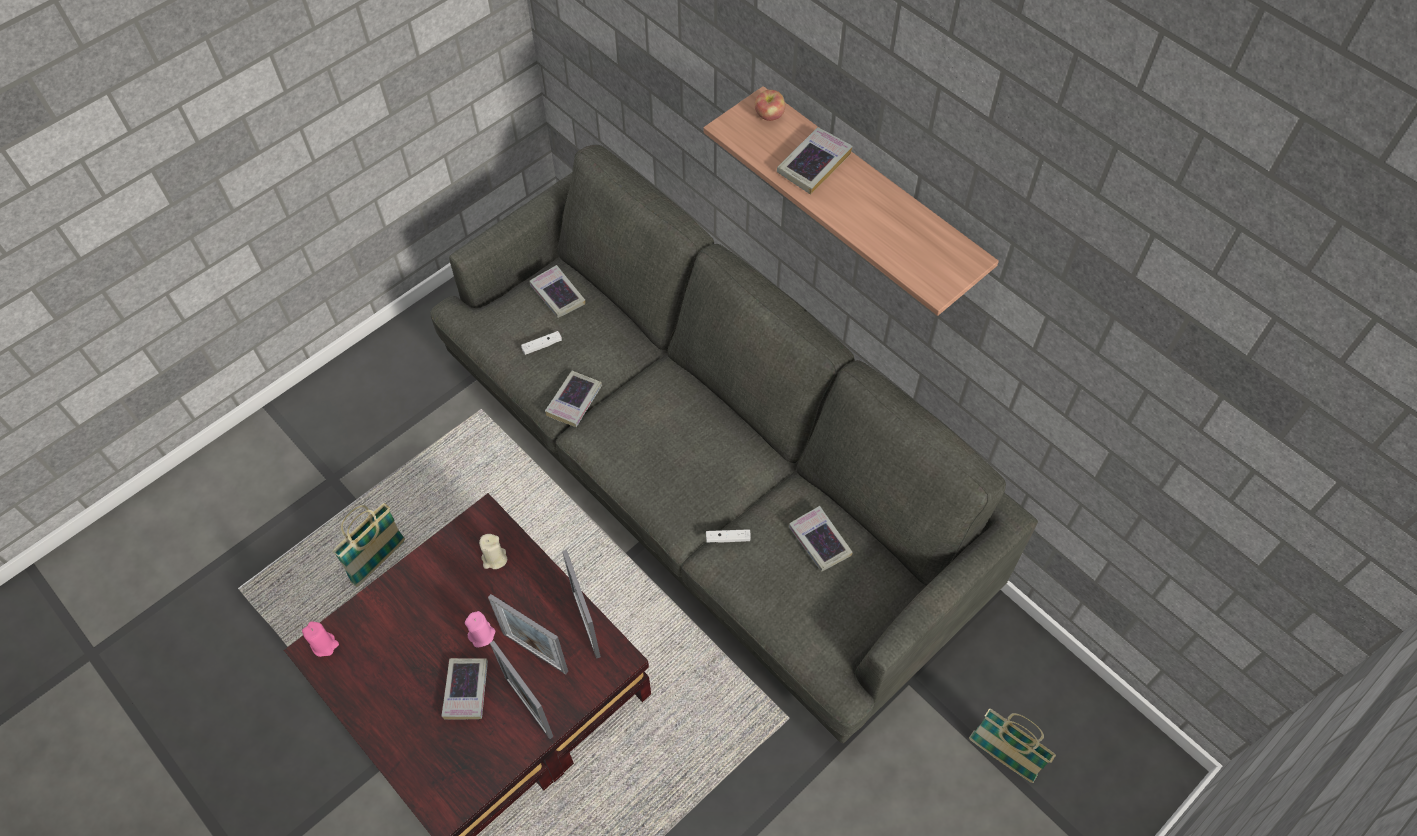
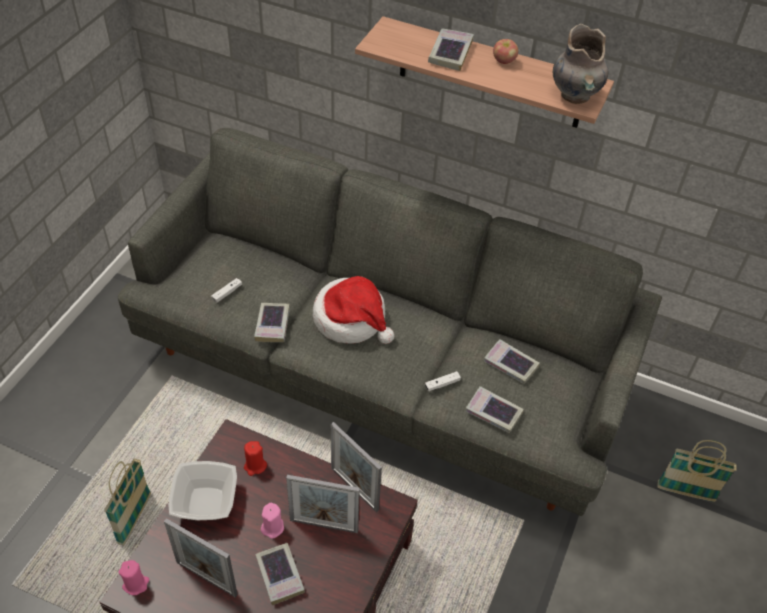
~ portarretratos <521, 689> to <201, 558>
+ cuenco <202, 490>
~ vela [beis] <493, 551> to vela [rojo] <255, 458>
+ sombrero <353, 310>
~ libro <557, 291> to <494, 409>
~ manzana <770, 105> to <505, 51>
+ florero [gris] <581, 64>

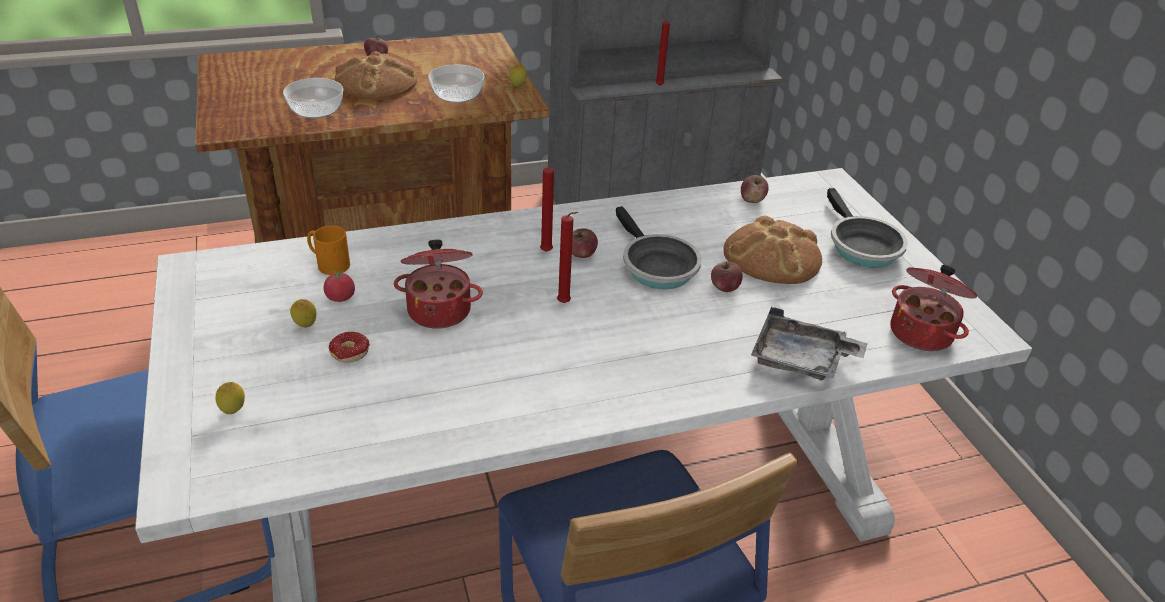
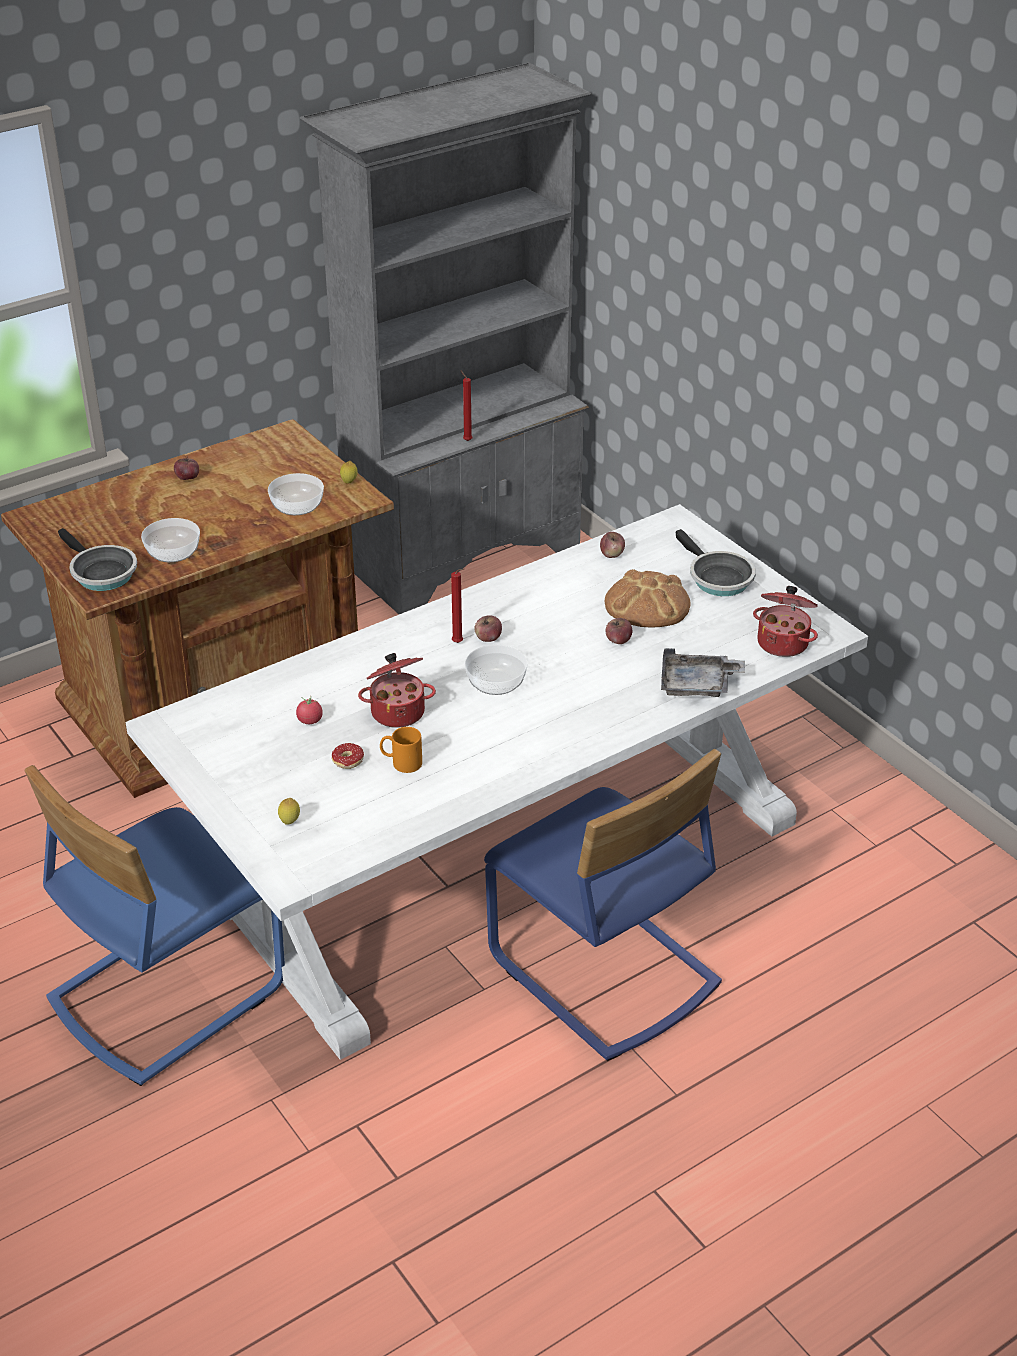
~ sartén <659, 247> to <97, 559>
~ taza grande [naranja] <328, 250> to <401, 750>
~ vela [rojo] <568, 257> to cuenco <496, 670>
- limón <303, 313>
- pan <376, 75>

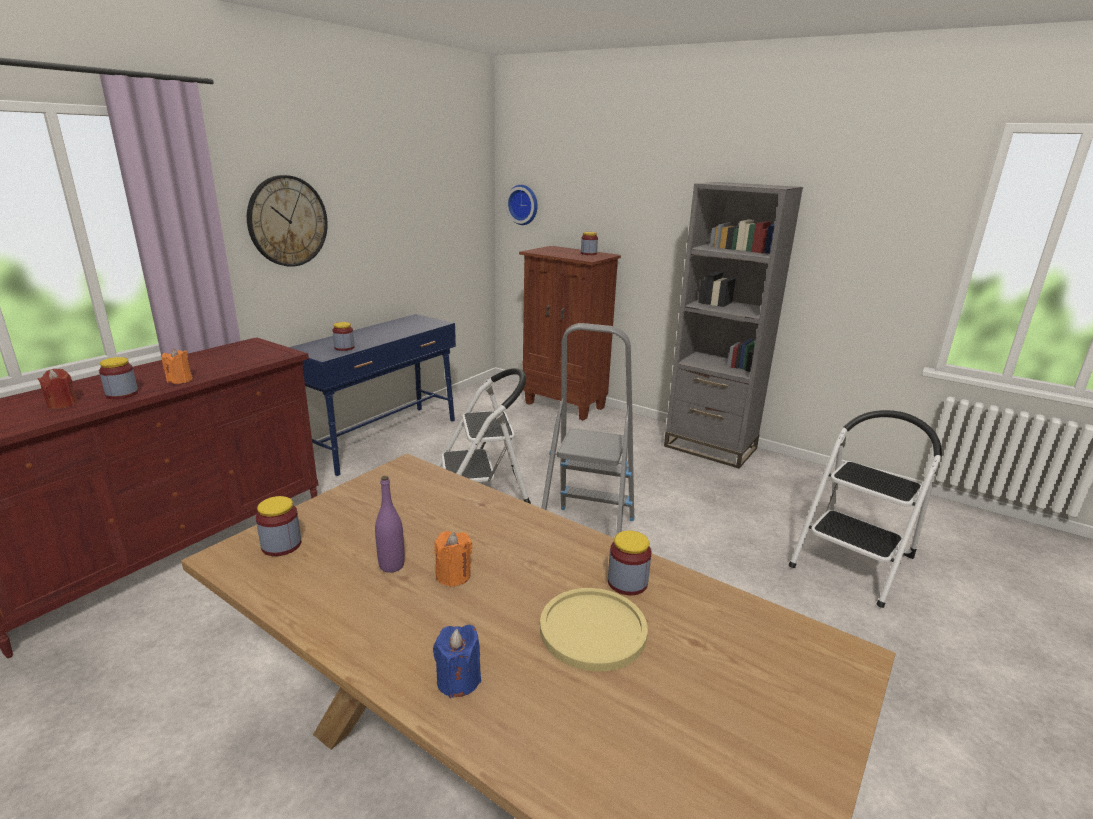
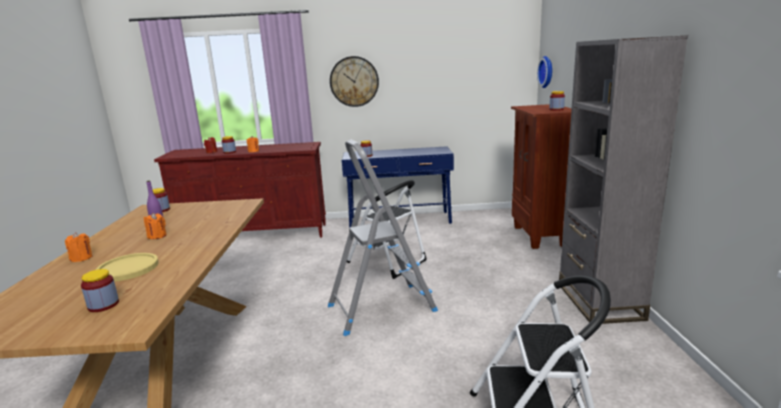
~ vela [azul] <457, 661> to vela [naranja] <78, 247>
~ tarro <629, 562> to <100, 290>

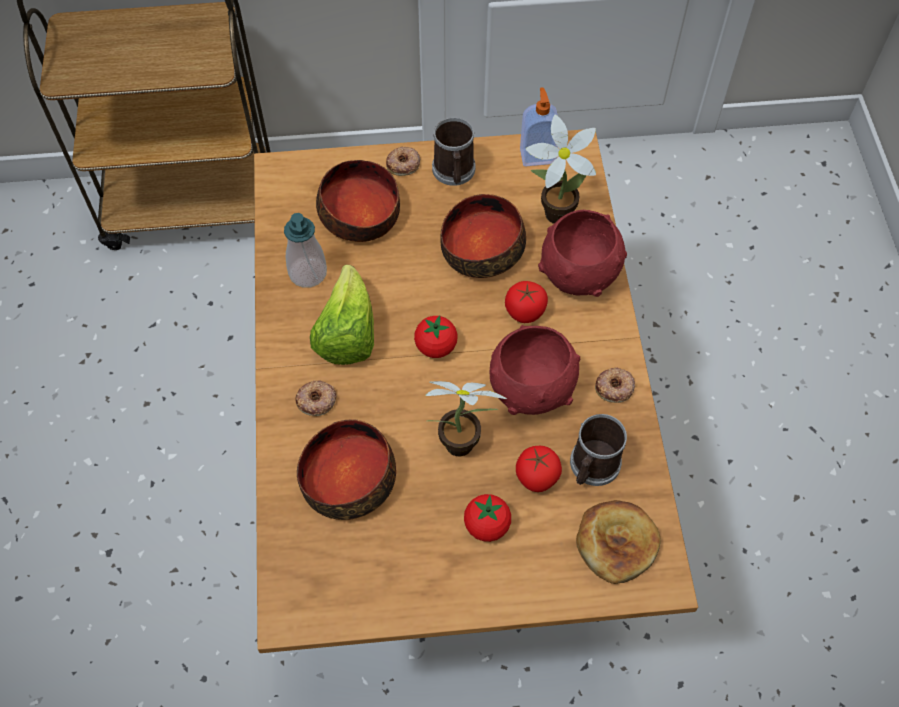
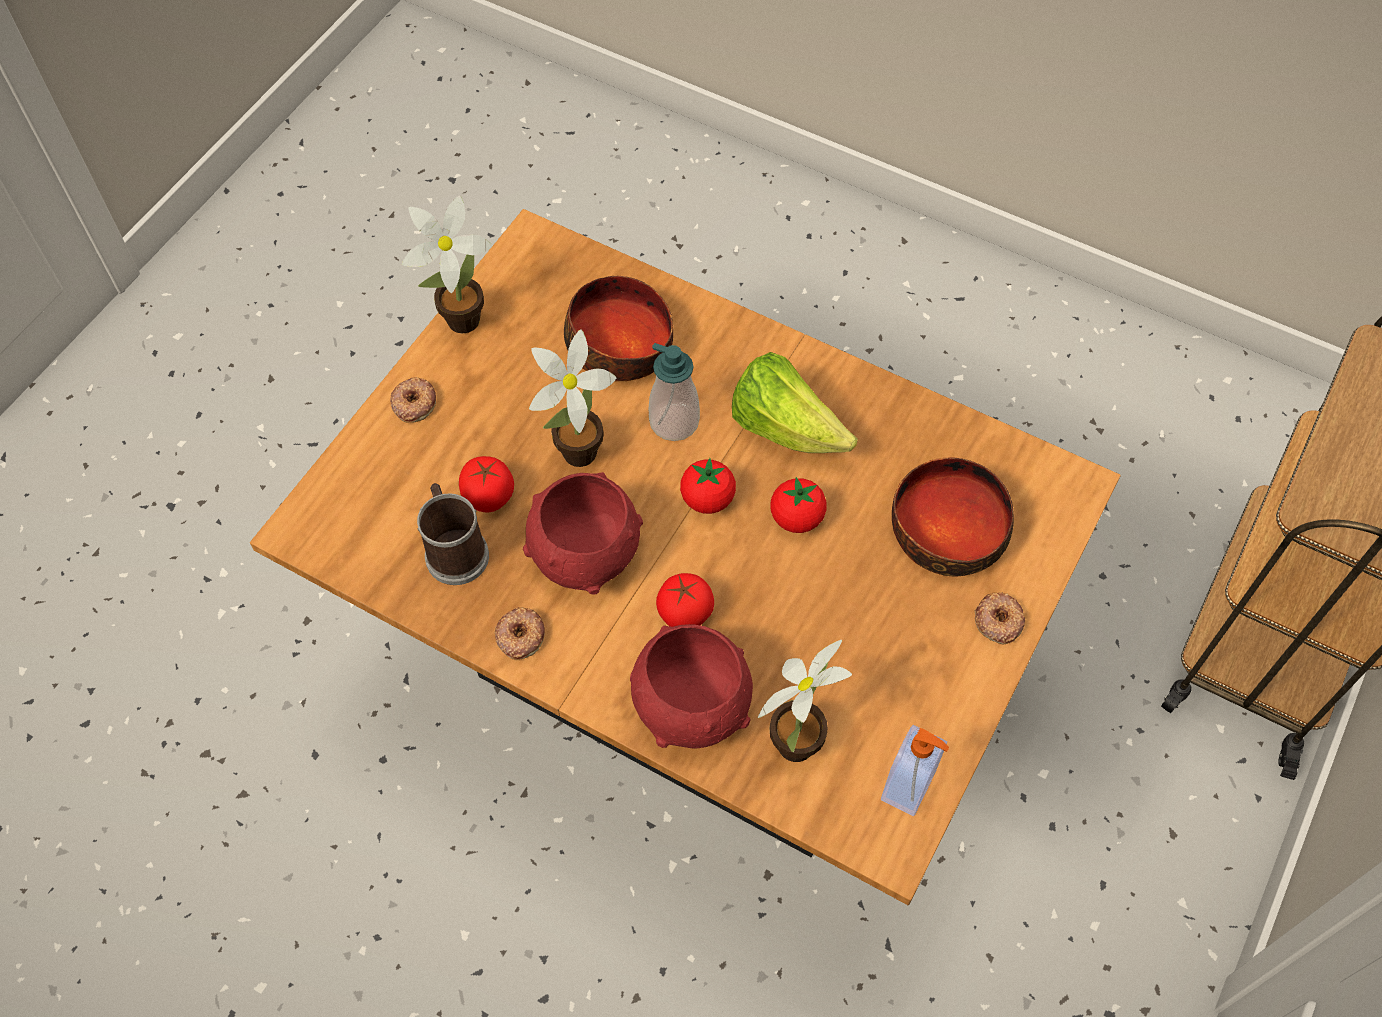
~ rosquilla <315, 398> to <413, 400>
+ planta en maceta <447, 264>
~ dispensador de jabón <305, 250> to <674, 392>
~ tomate <487, 518> to <798, 505>
- taza grande <453, 152>
- cuenco <483, 236>
- pan <618, 542>

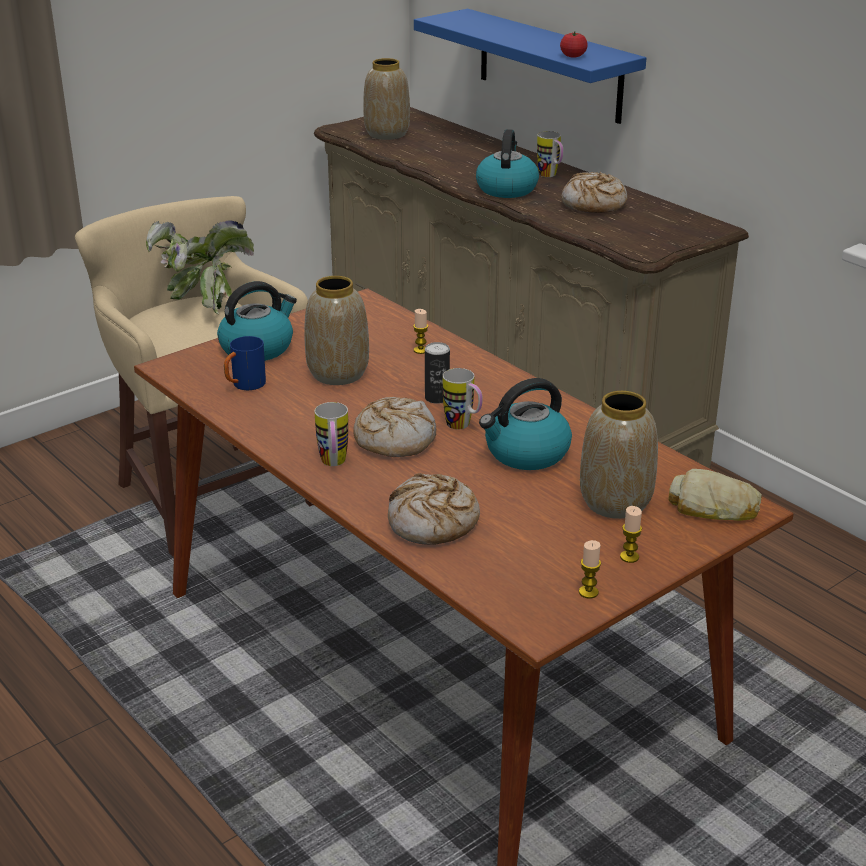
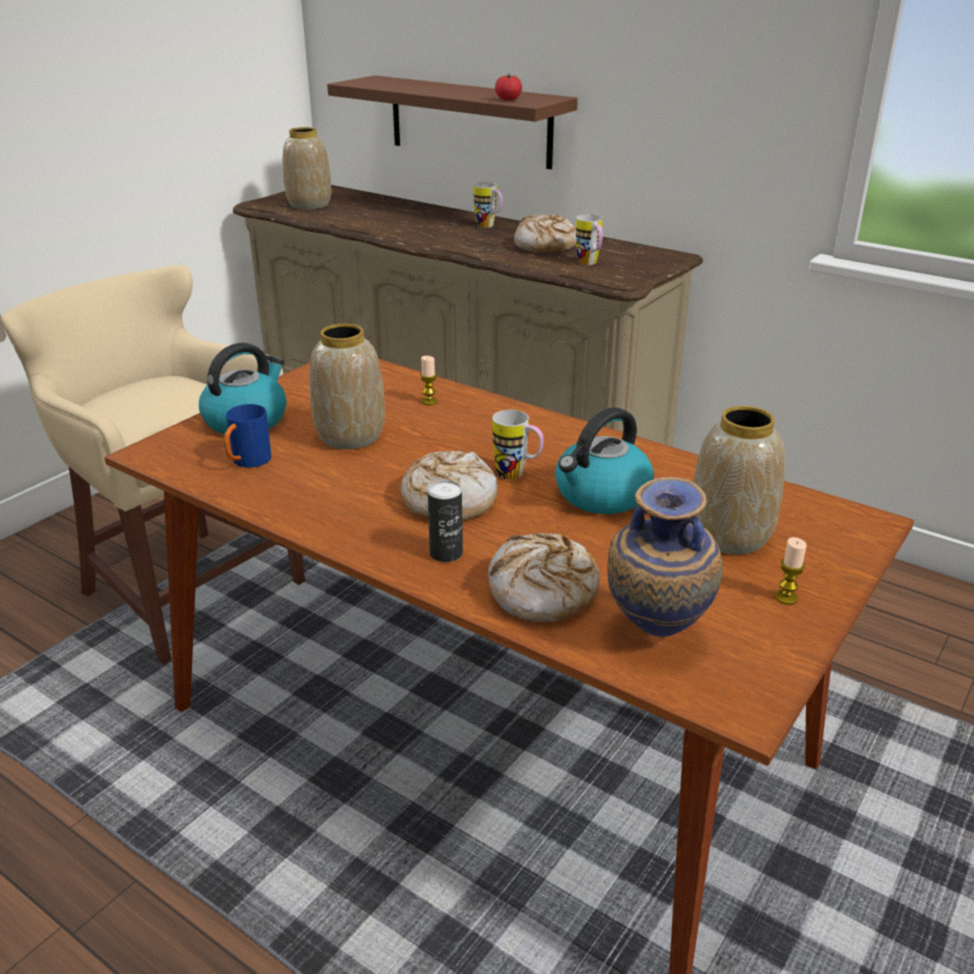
~ estante [azul] <530, 66> to estante [marrón] <452, 122>
~ lata <437, 373> to <445, 521>
~ taza grande <331, 434> to <589, 239>
+ florero <665, 557>
- planta en maceta <200, 267>
- hervidor <507, 163>
- vela <590, 569>
- pan <715, 495>

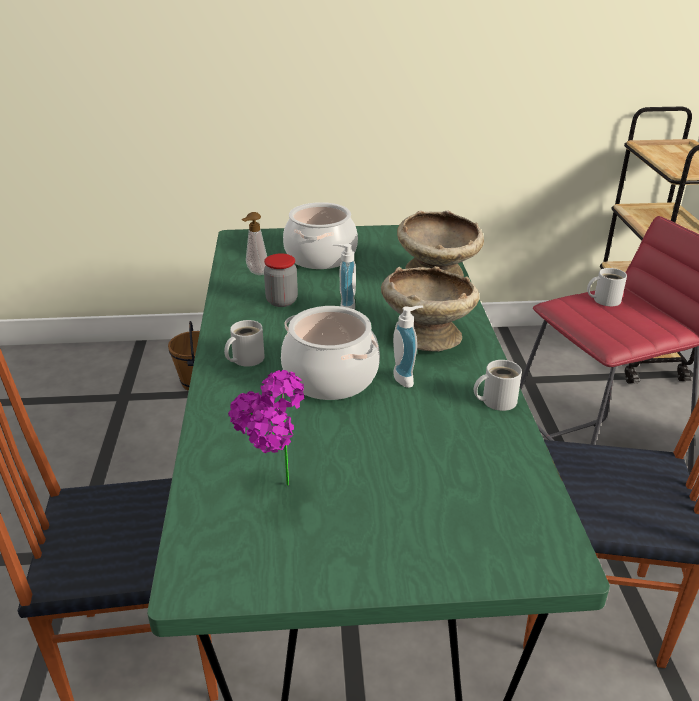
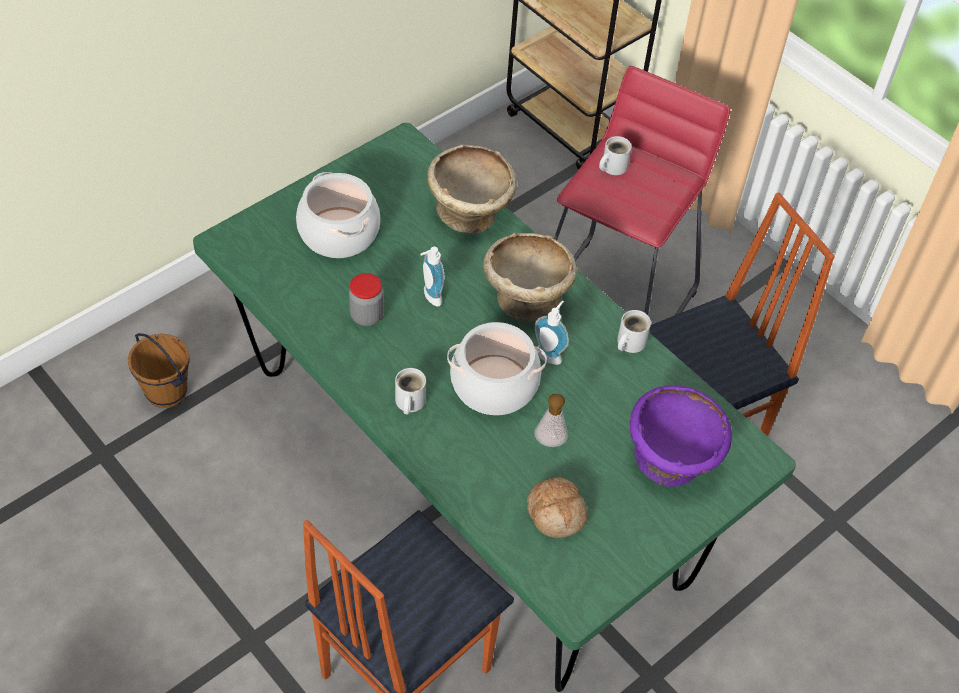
~ planta en maceta <266, 428> to pan <557, 508>
~ dispensador de jabón <254, 243> to <551, 420>
+ cuenco [morado] <681, 436>

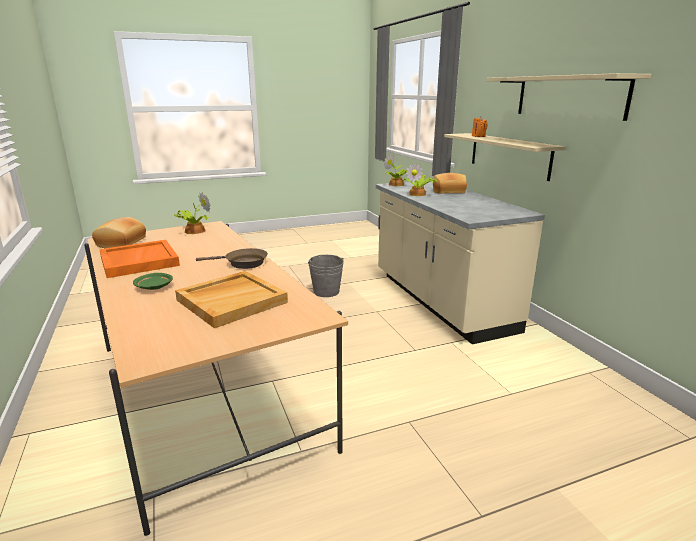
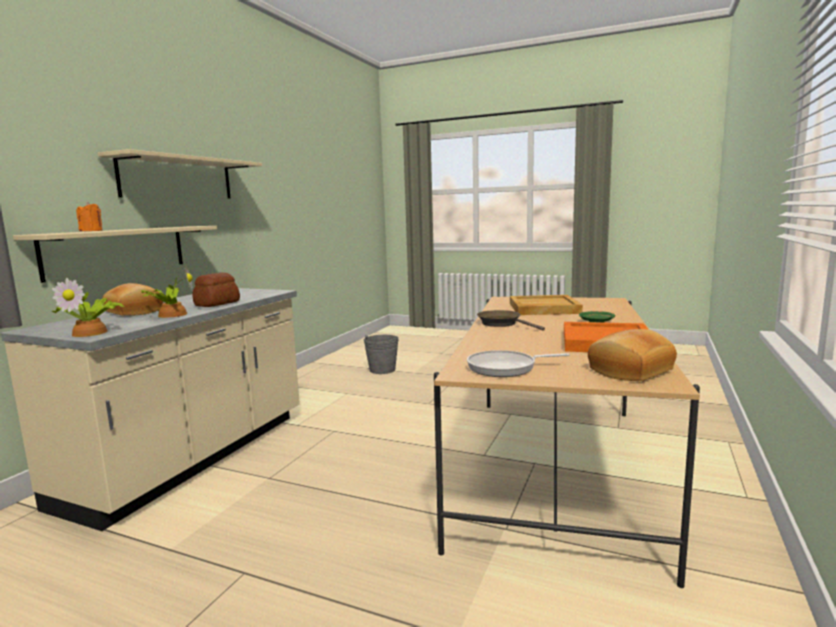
+ pan <216, 290>
~ cubo [gris] <326, 276> to <381, 354>
~ planta en maceta <192, 213> to sartén <518, 363>

